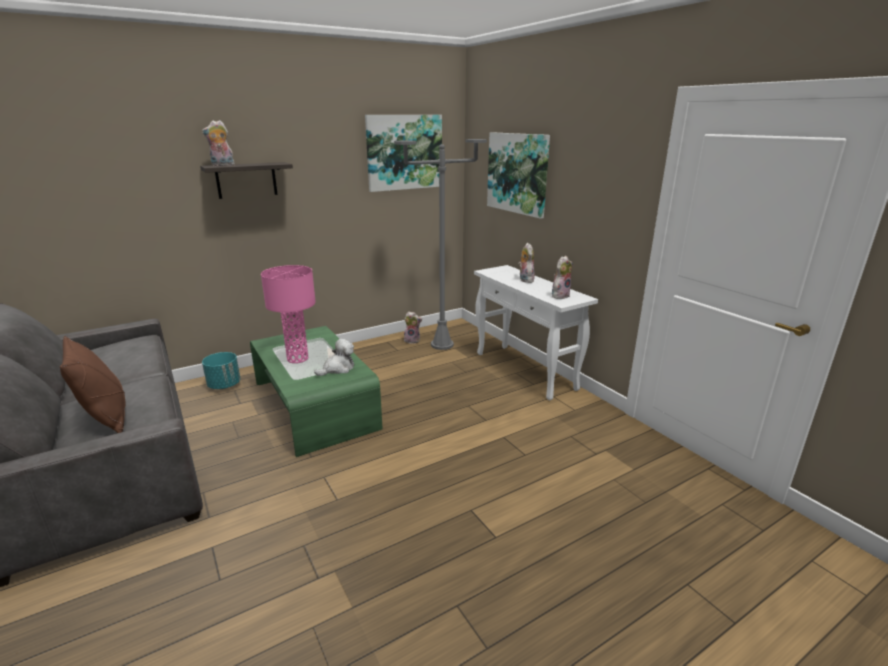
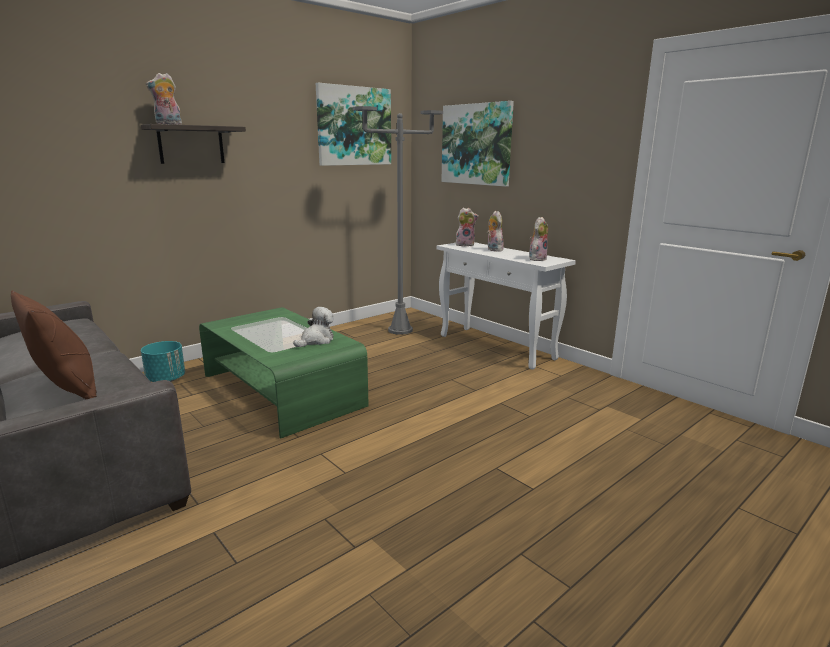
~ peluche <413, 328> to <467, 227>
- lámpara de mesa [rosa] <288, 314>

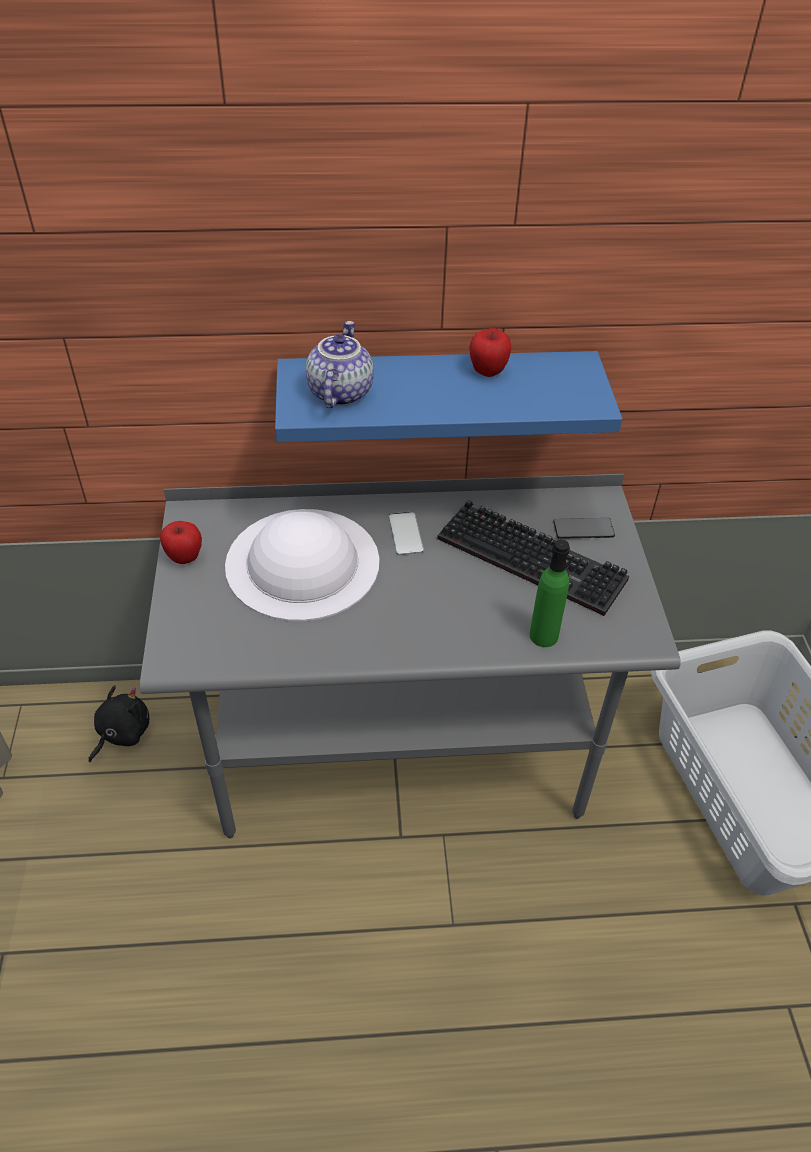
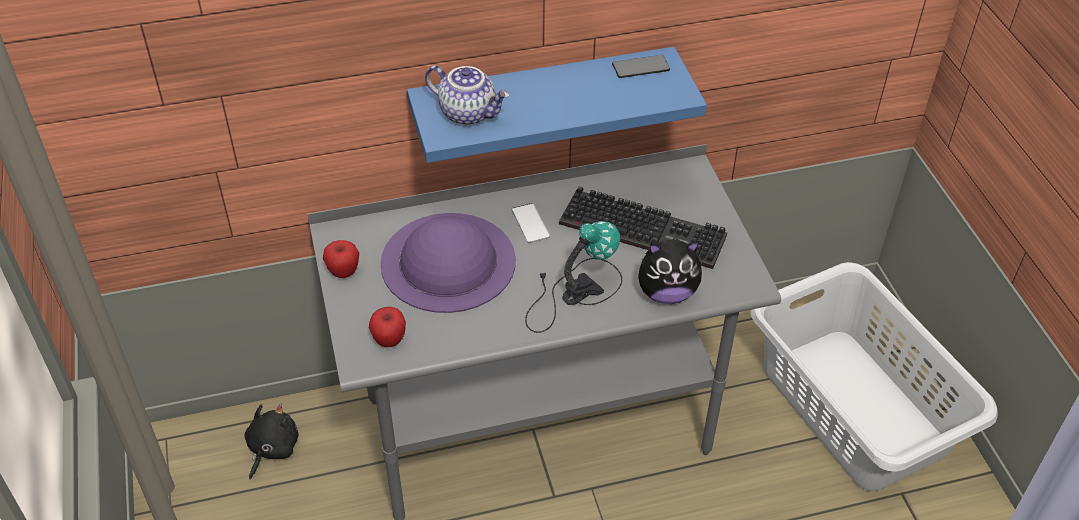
~ manzana <490, 352> to <387, 327>
~ sombrero [blanco] <302, 565> to sombrero [morado] <448, 263>
~ tetera <340, 364> = <467, 95> 120 degrees clockwise
+ lámpara de mesa <573, 277>
~ móvil <584, 528> to <641, 66>
~ botella [verde] <550, 593> to peluche <670, 271>

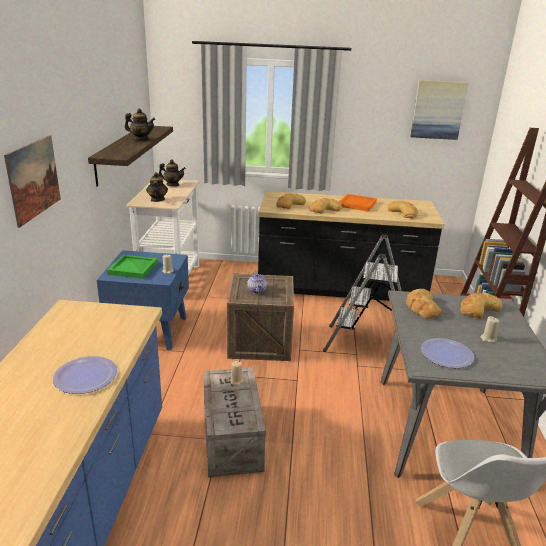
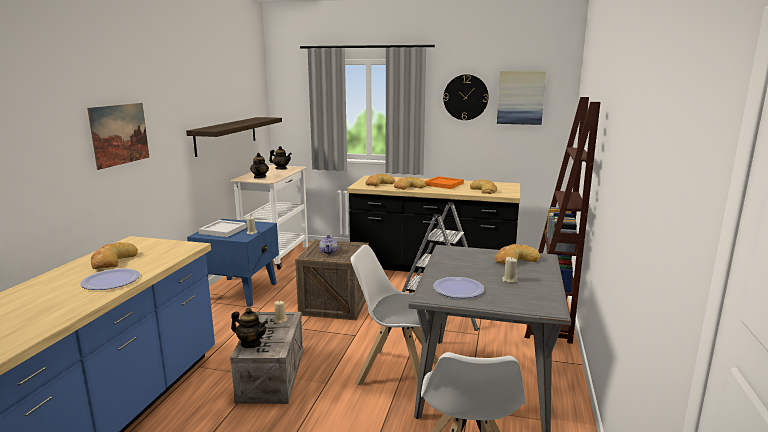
~ pan <423, 304> to <114, 255>
~ bandeja [verde] <132, 267> to bandeja [blanco] <222, 228>
~ tetera <140, 124> to <249, 328>
+ silla <394, 315>
+ reloj de pared <466, 97>

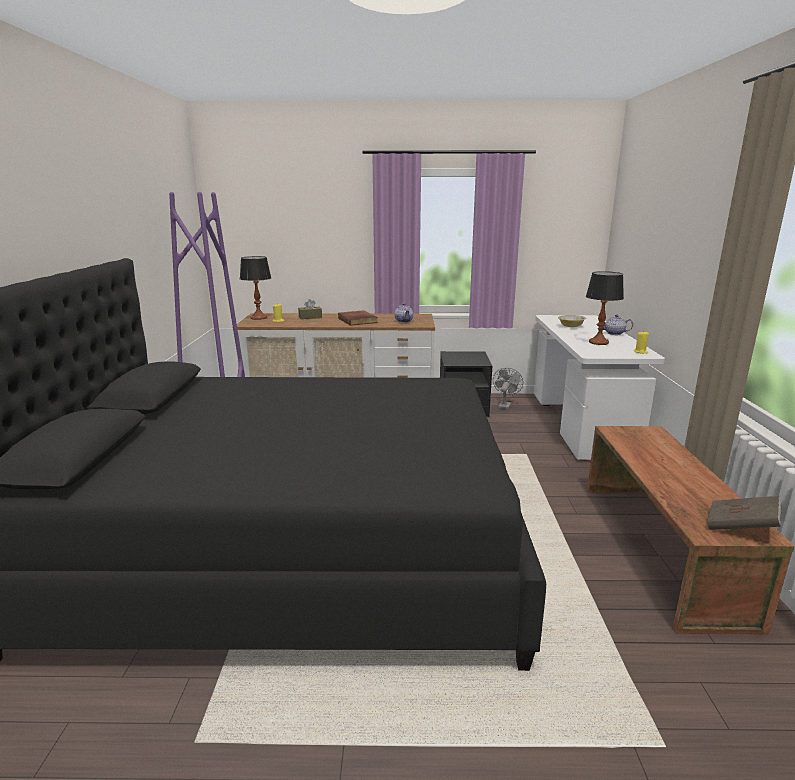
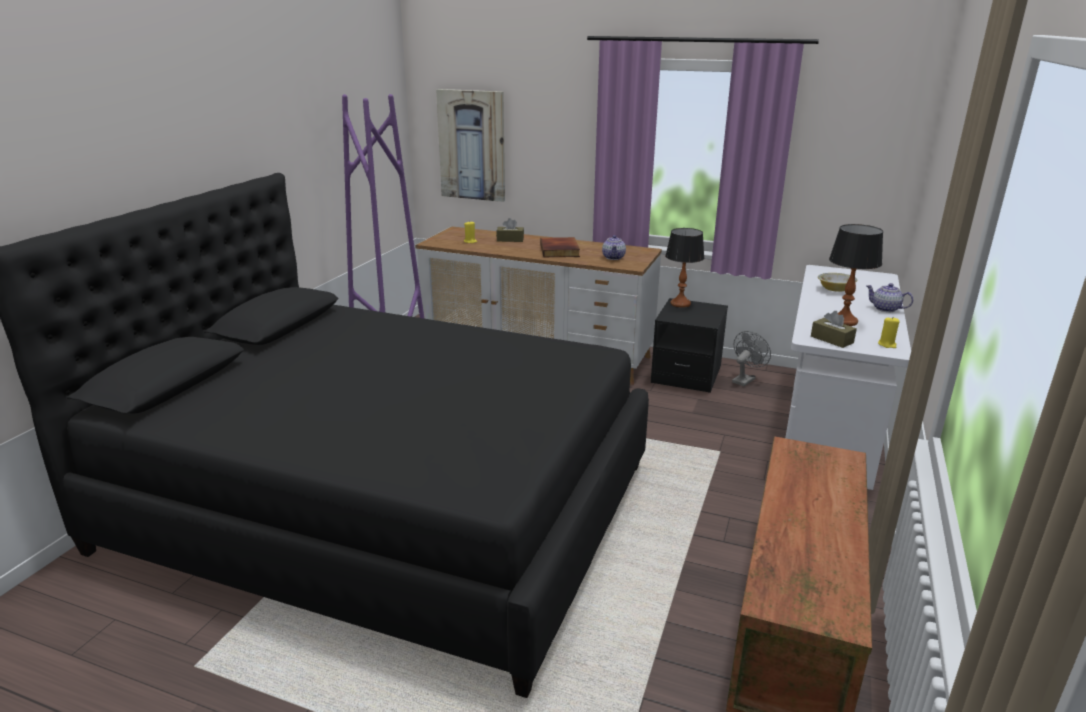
+ cuadro <470, 145>
~ lámpara de mesa <255, 288> to <684, 268>
+ caja de pañuelos [marrón] <834, 329>
- libro [marrón] <744, 513>

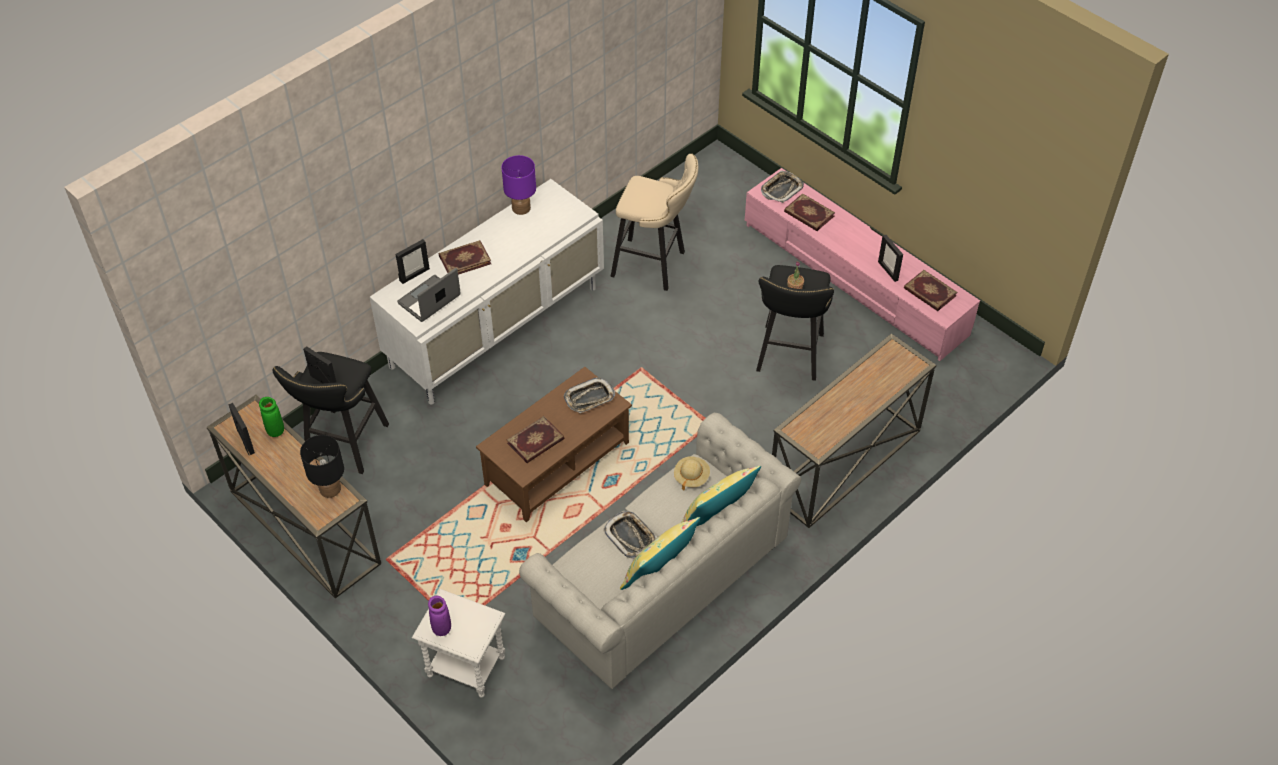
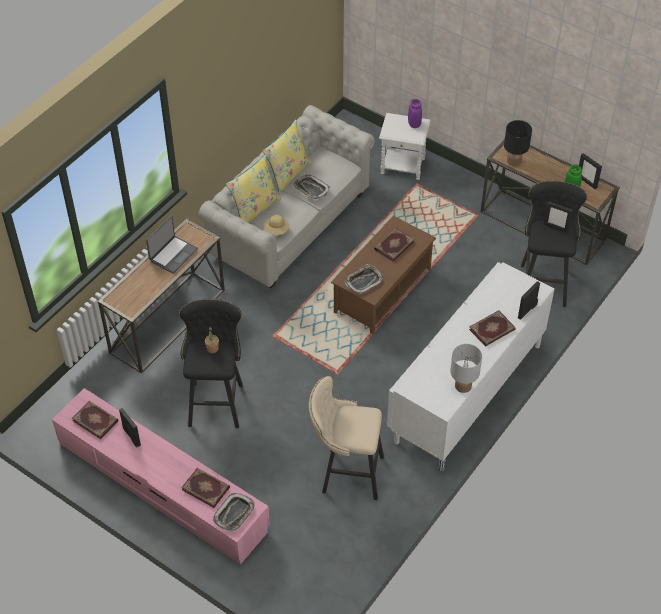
~ portátil <429, 295> to <172, 245>
~ lámpara de mesa [morado] <519, 185> to lámpara de mesa [gris] <466, 368>

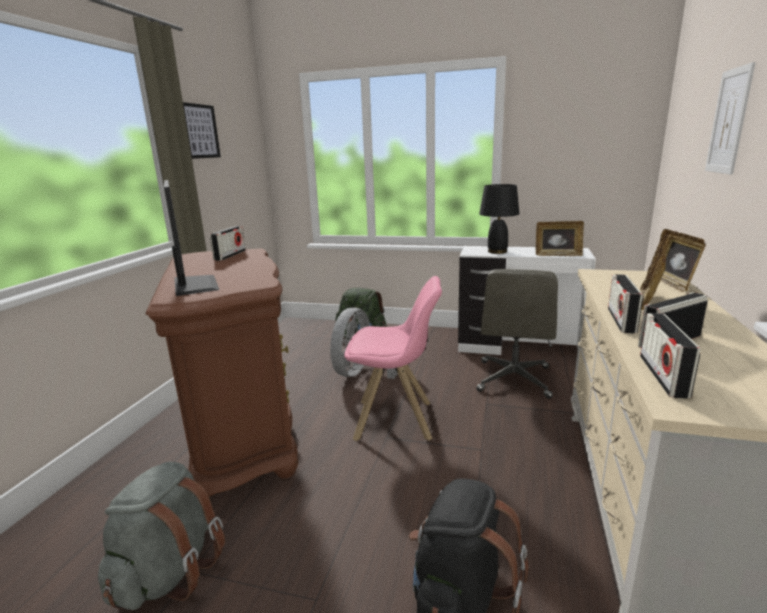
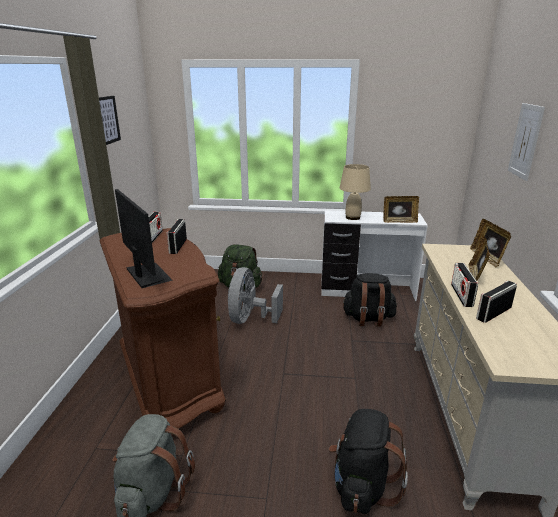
~ radio <670, 356> to <177, 236>
~ lámpara de mesa [negro] <499, 219> to lámpara de mesa [beis] <355, 192>
~ silla de oficina [gris] <517, 334> to mochila [negro] <369, 300>
- silla [rosa] <393, 358>

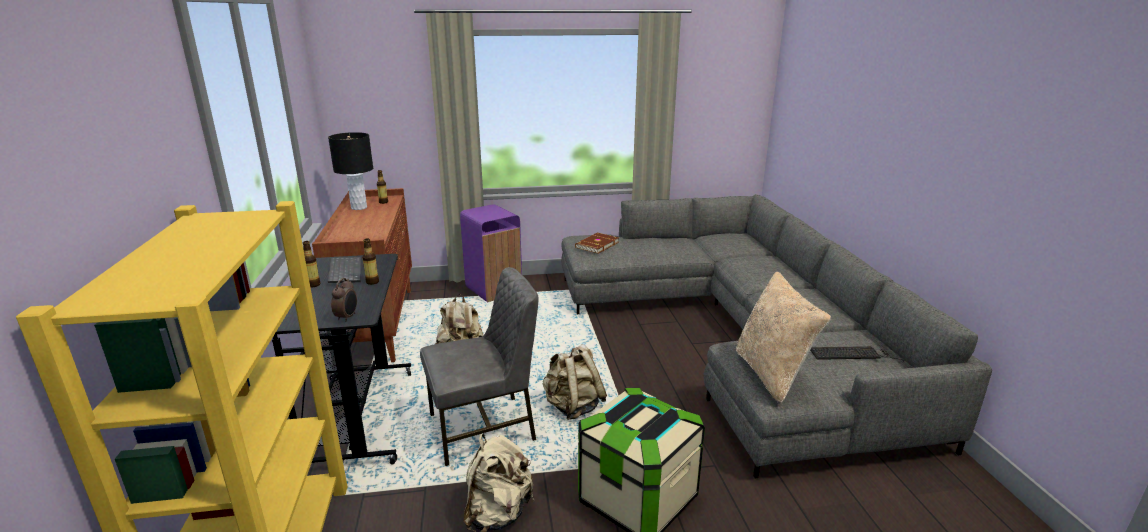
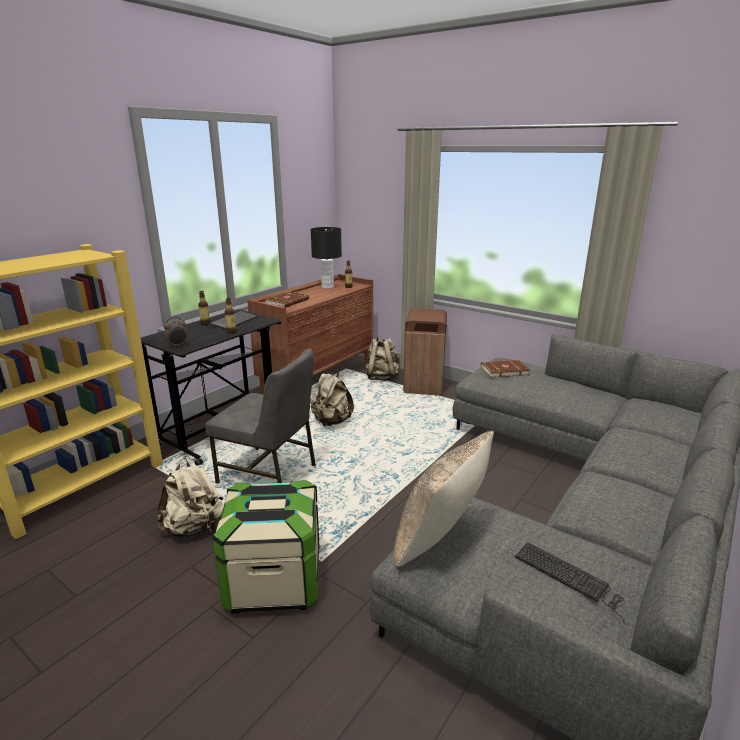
+ libro [marrón] <287, 300>
~ mochila [beis] <575, 382> to <383, 358>
~ papelera [morado] <491, 253> to papelera [marrón] <425, 352>

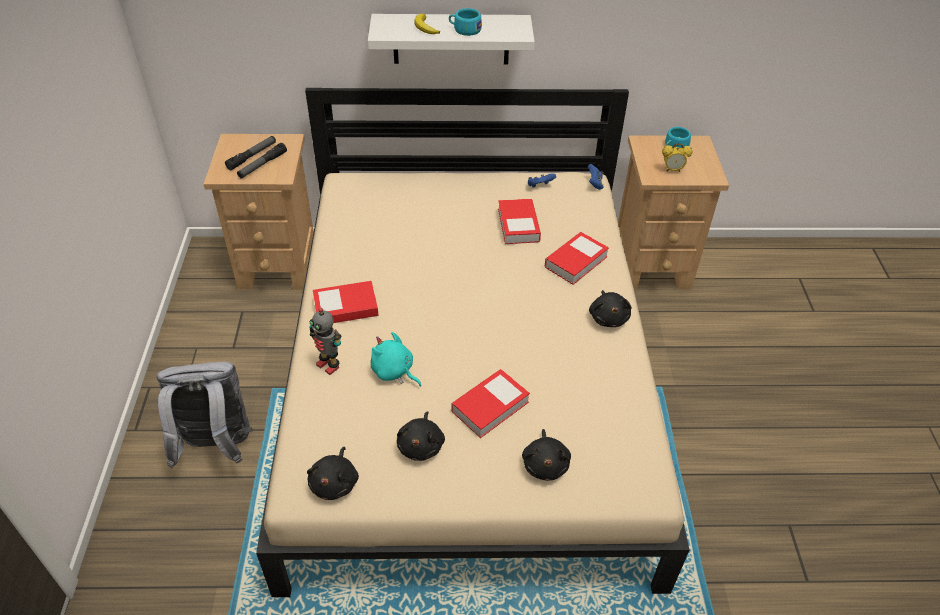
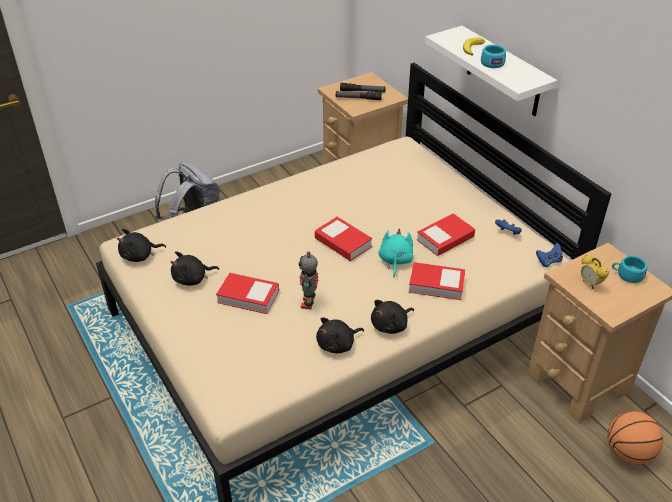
~ robot de juguete <325, 341> to <308, 280>
~ libro <346, 302> to <343, 239>
~ peluche [negro] <546, 455> to <340, 335>
~ peluche [turquesa] <396, 359> to <396, 252>
+ balón de baloncesto <635, 437>

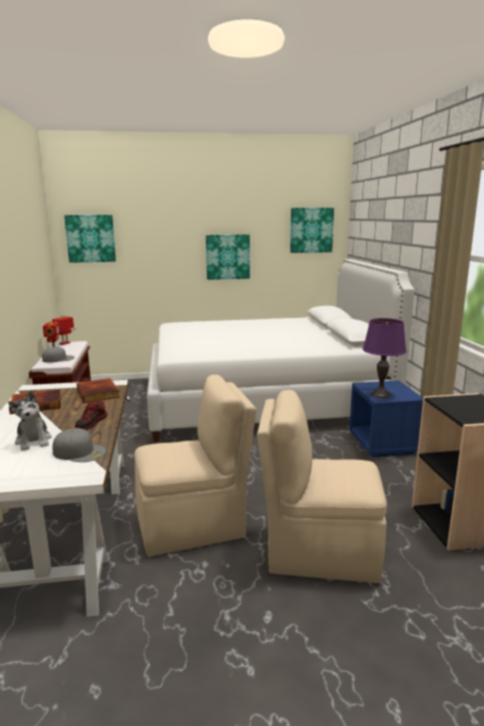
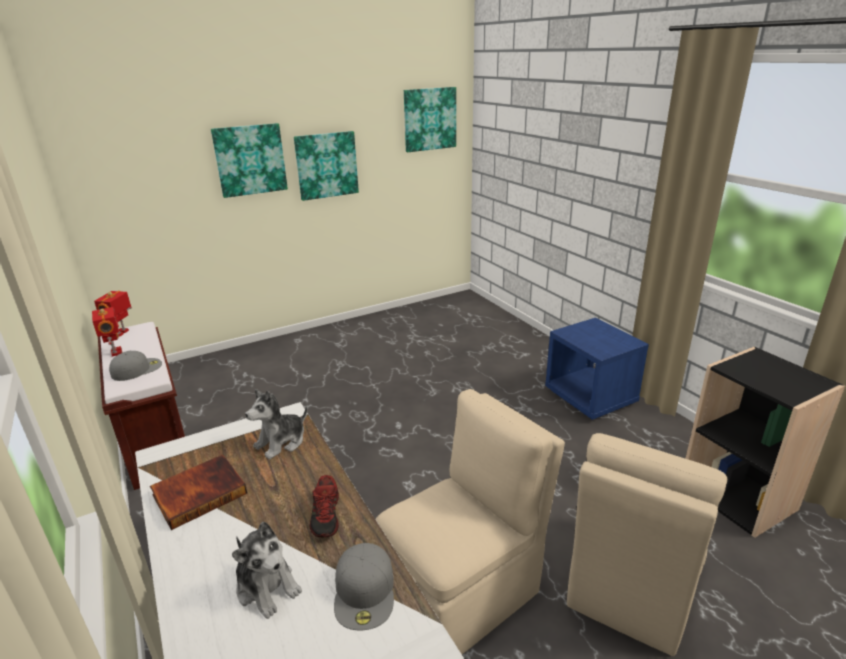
~ cuadro <90, 239> to <249, 160>
~ libro <98, 390> to peluche <276, 424>
~ gorra [gris] <79, 445> = <364, 587> 90 degrees clockwise
~ silla [beis] <322, 486> = <647, 544> 45 degrees counterclockwise
- cama [blanco] <281, 350>
- lámpara de mesa [morado] <384, 358>

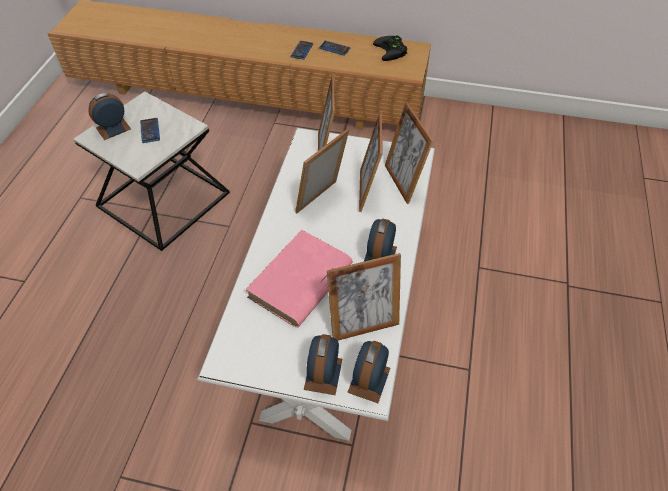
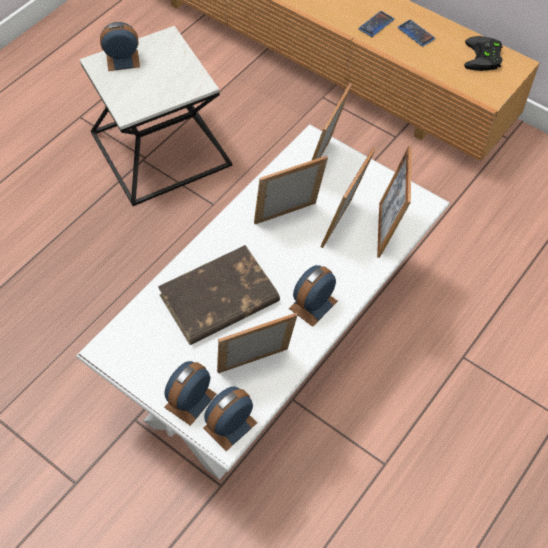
~ libro [rosa] <299, 279> to libro [marrón] <219, 295>
~ portarretratos <364, 296> = <257, 343> 150 degrees clockwise
- móvil <150, 130>

